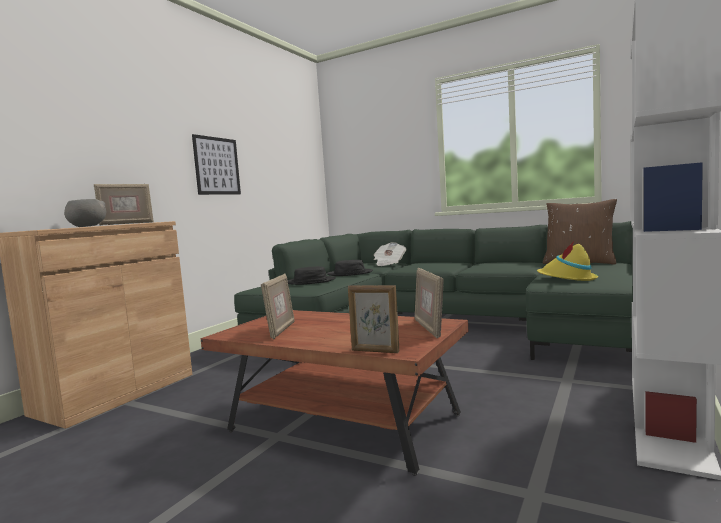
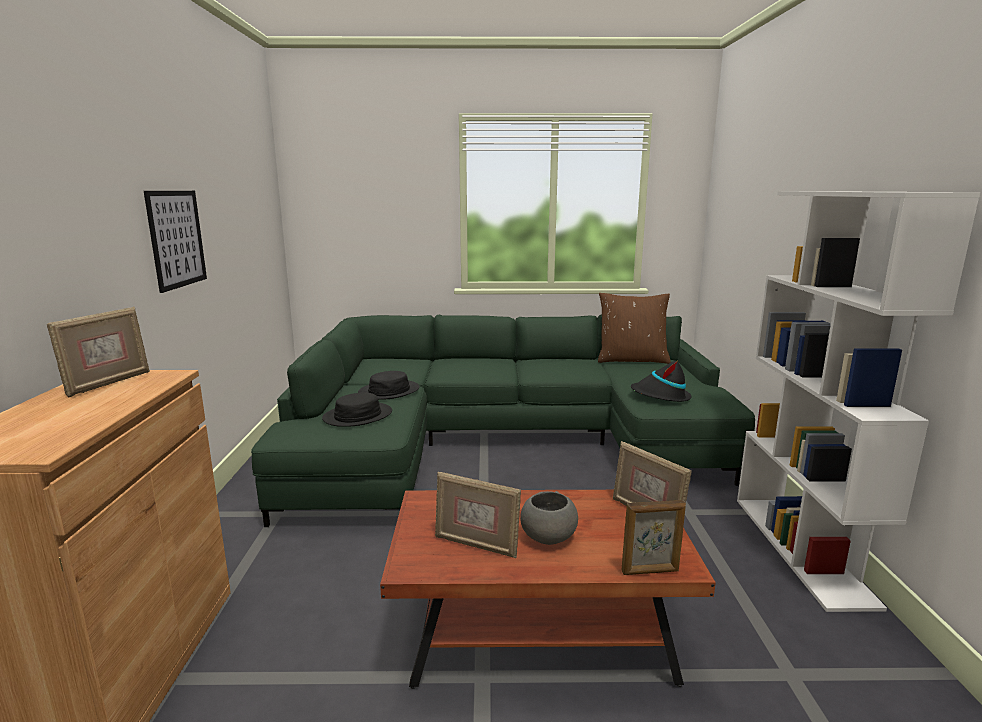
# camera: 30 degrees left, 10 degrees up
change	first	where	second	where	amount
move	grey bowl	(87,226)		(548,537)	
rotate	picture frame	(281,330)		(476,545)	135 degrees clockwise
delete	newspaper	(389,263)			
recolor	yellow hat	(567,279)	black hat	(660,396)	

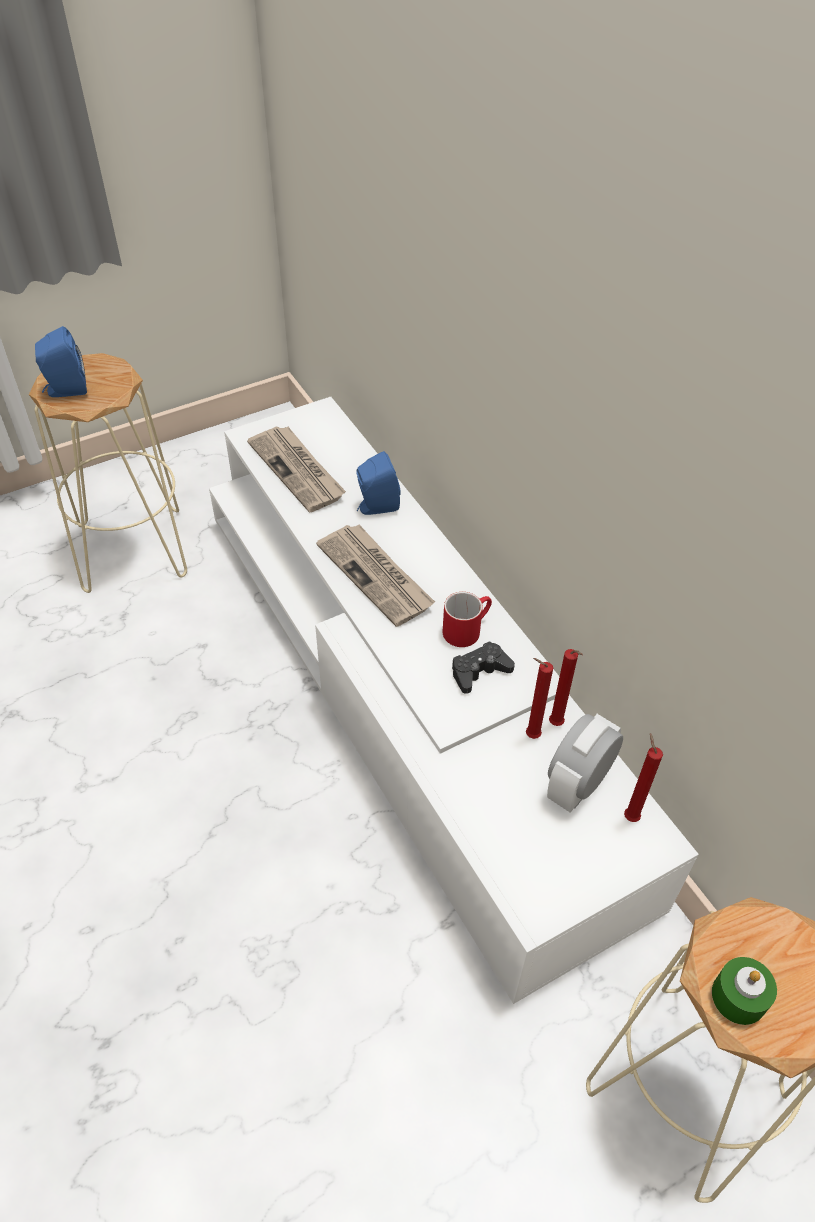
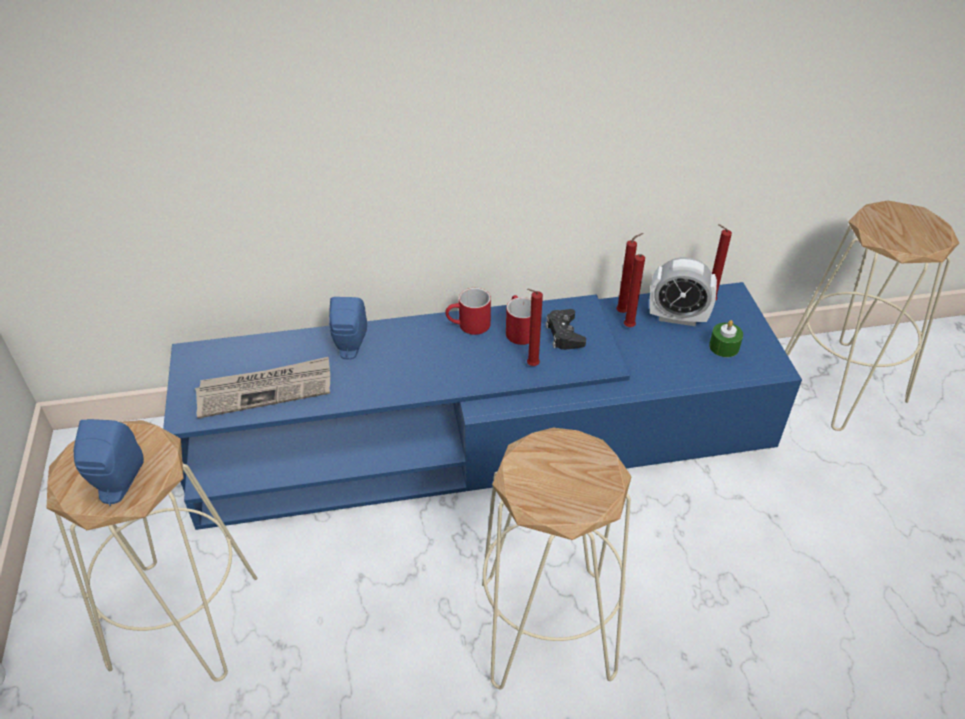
# camera: 70 degrees left, 5 degrees down
change	first	where	second	where	amount
recolor	white tv stand	(406,688)	blue tv stand	(482,435)	
delete	newspaper	(376,576)			
rotate	alarm clock	(578,785)		(677,317)	45 degrees counterclockwise
move	green candle	(739,997)		(724,347)	
insert			red mug	(468,326)	
insert			beige stool	(548,628)	
insert			red candle	(531,366)	

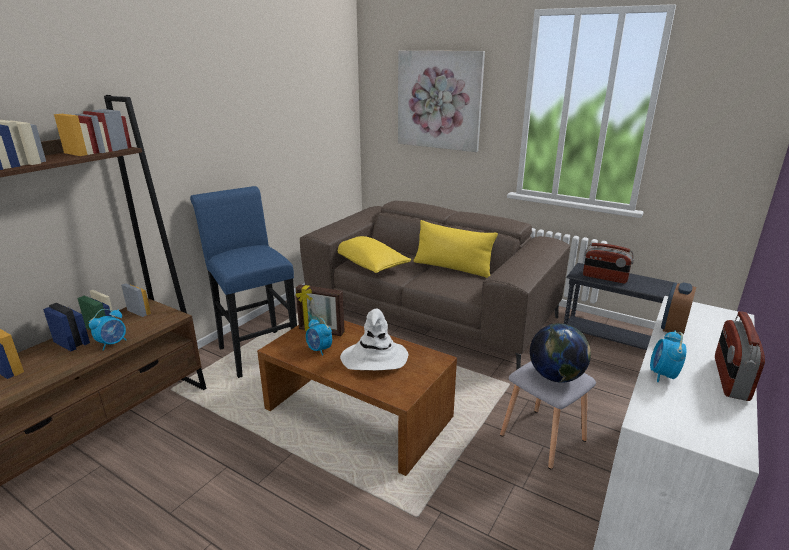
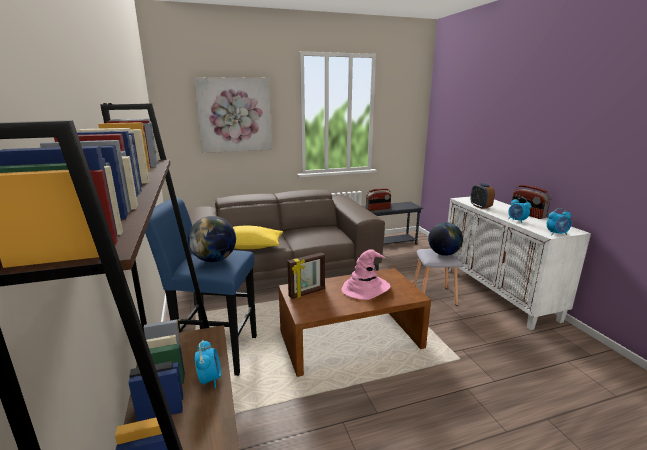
# camera: 50 degrees left, 5 degrees down
change	first	where	second	where	amount
move	alarm clock	(319,350)		(557,234)	
recolor	white hat	(374,358)	pink hat	(365,288)	
delete	yellow pillow	(452,268)			
insert			globe	(214,260)	

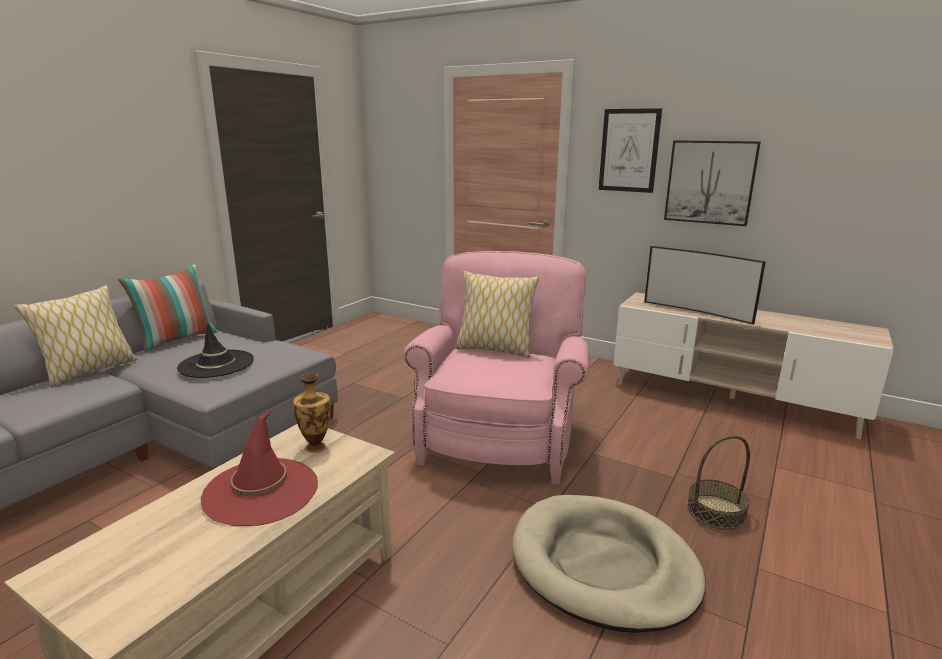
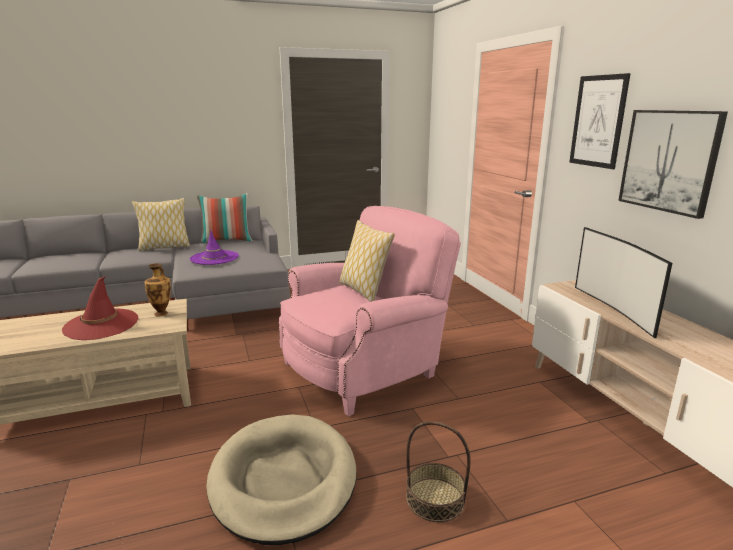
# camera: 40 degrees right, 0 degrees up
change	first	where	second	where	amount
recolor	black hat	(216,364)	purple hat	(214,258)	

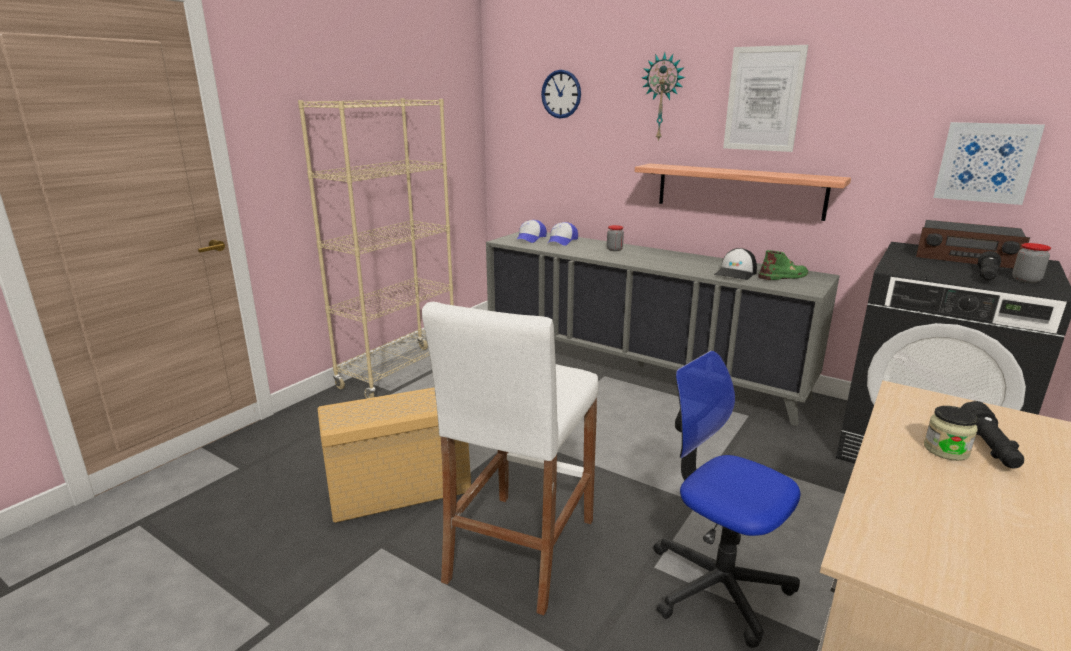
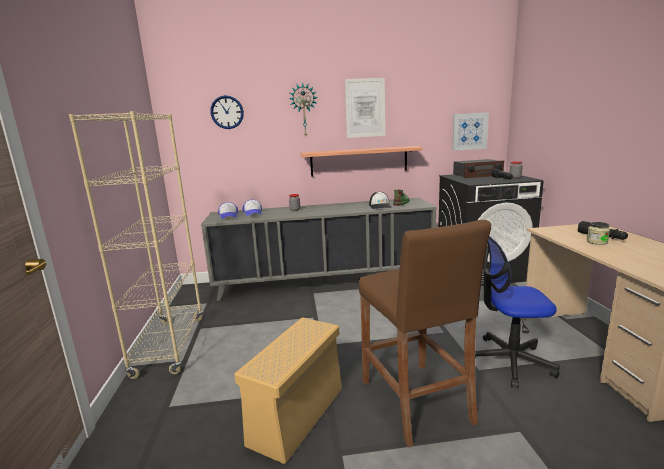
# camera: 40 degrees left, 5 degrees down
change	first	where	second	where	amount
recolor	white stool	(520,549)	brown stool	(415,401)	

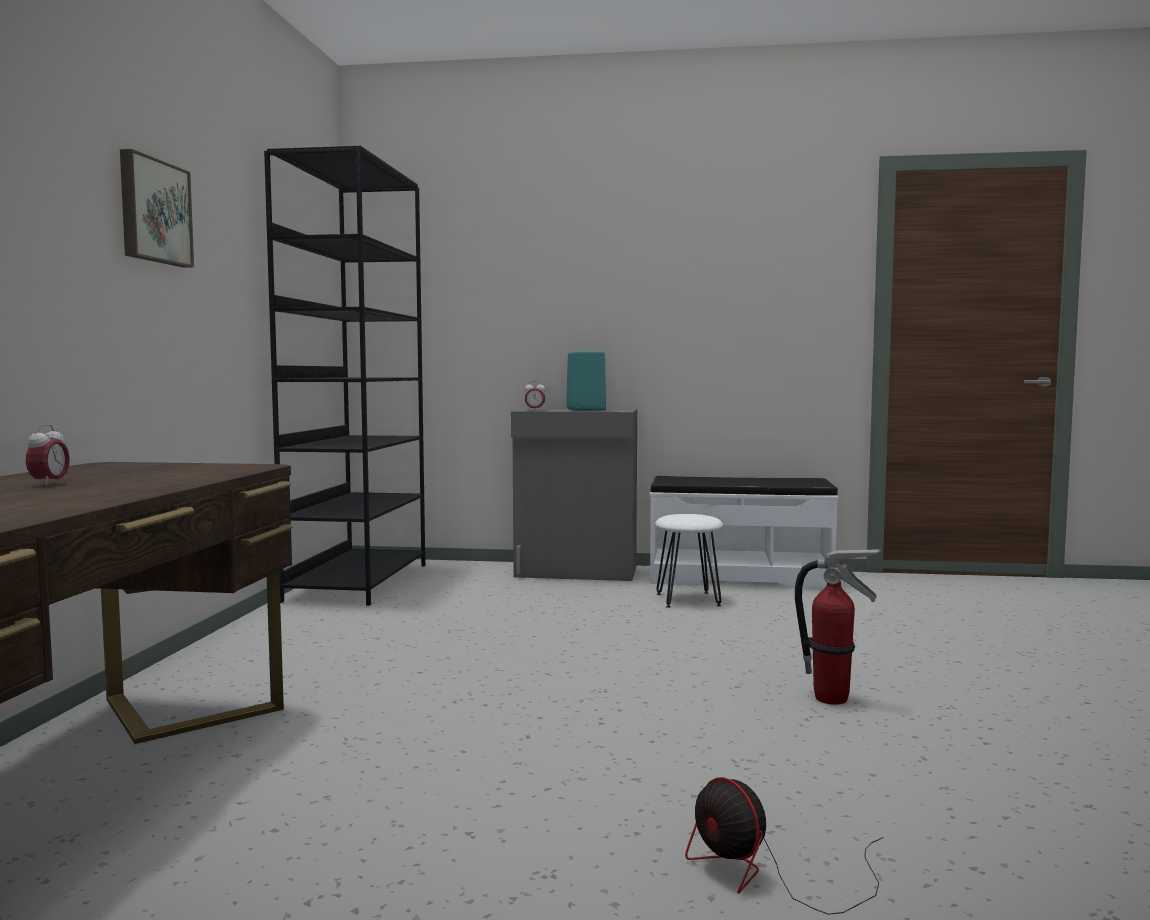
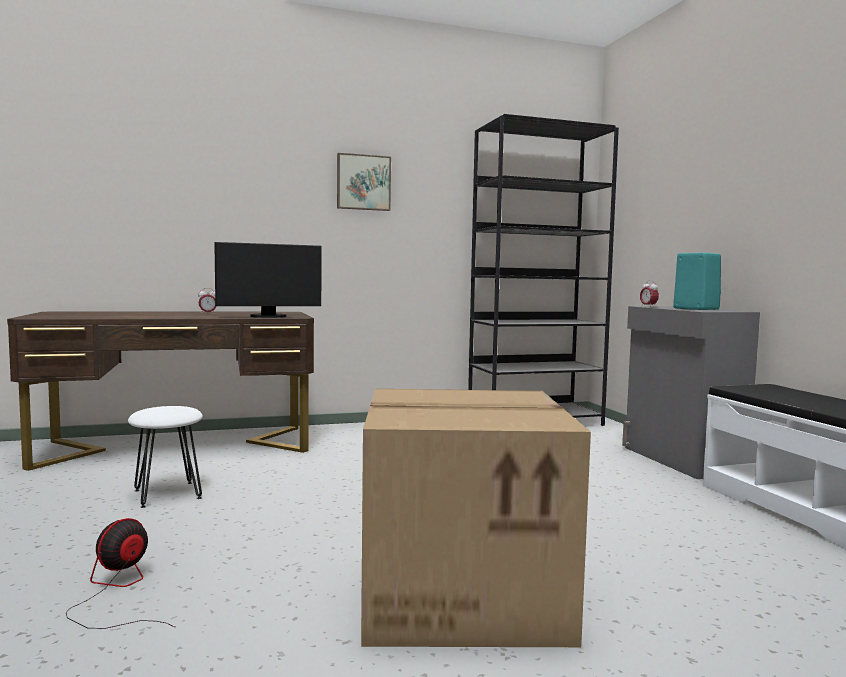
# camera: 65 degrees right, 0 degrees up
change	first	where	second	where	amount
move	white stool	(688,600)		(166,494)	
replace	fire extinguisher	(832,699)	cardboard box	(465,590)	
insert			monitor	(269,316)	

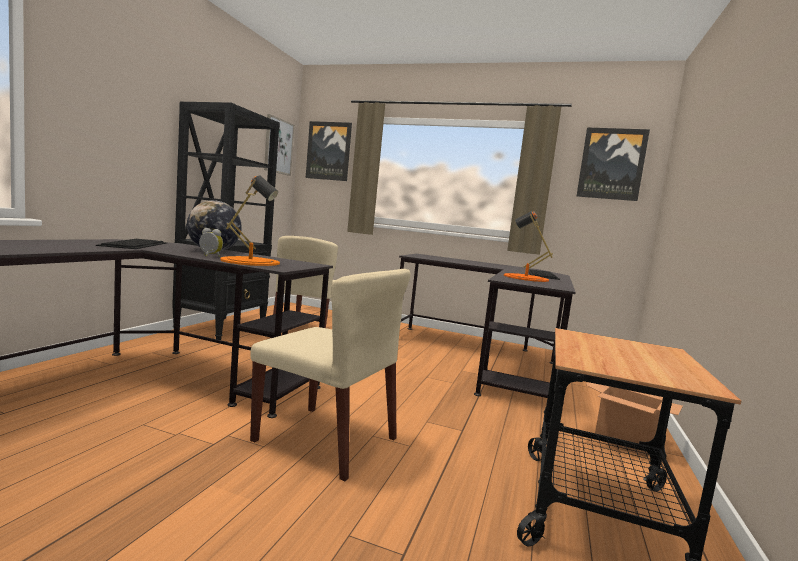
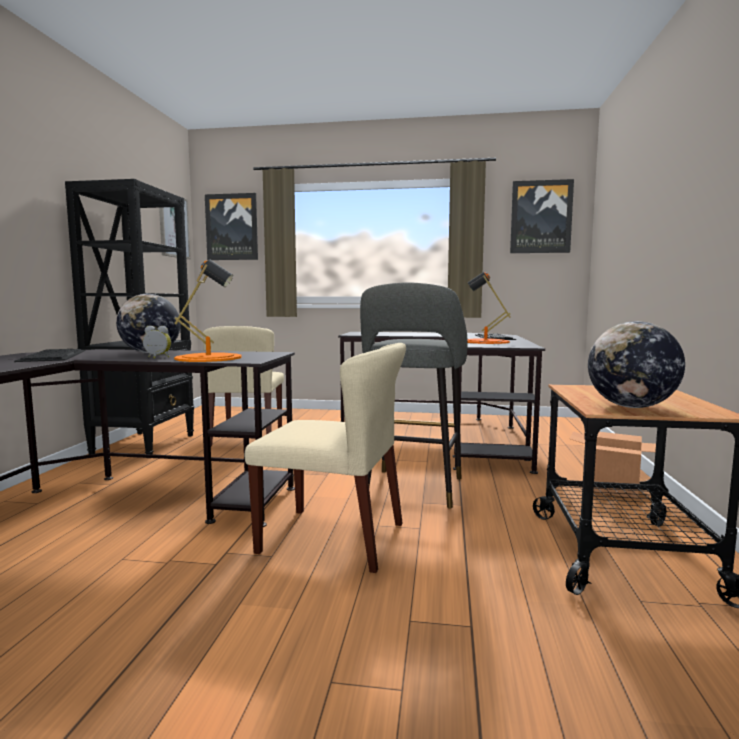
# camera: 10 degrees left, 0 degrees up
change	first	where	second	where	amount
insert			grey stool	(412,490)	
insert			globe	(631,407)	

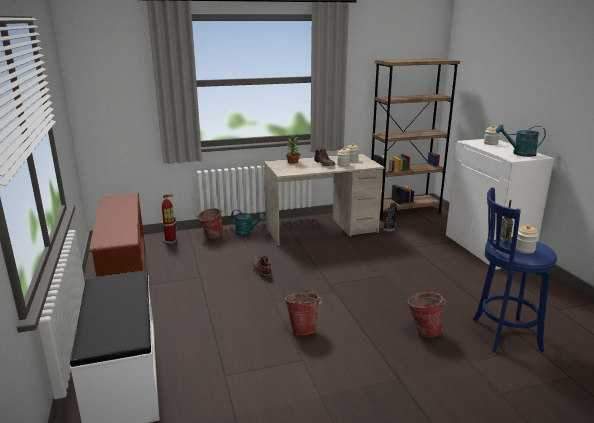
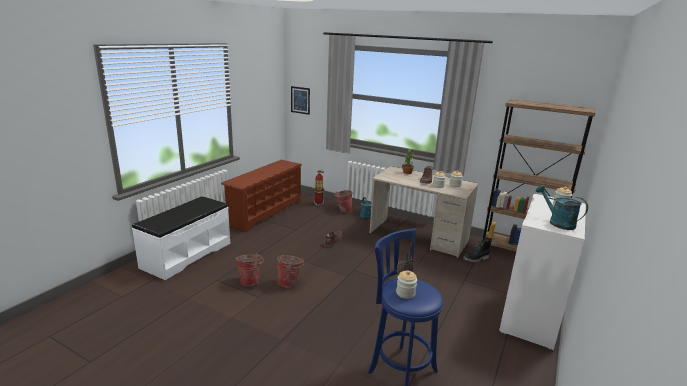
# camera: 45 degrees right, 0 degrees up
change	first	where	second	where	amount
move	bucket	(423,330)		(250,281)	
insert			picture	(300,100)	

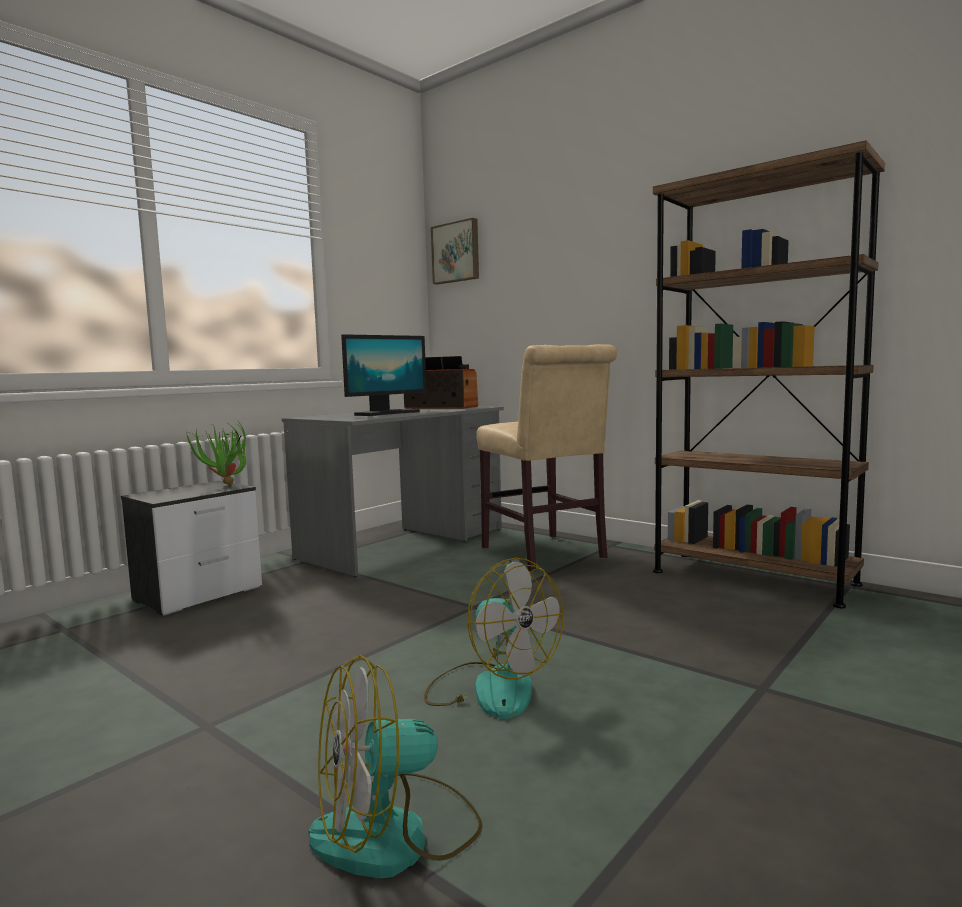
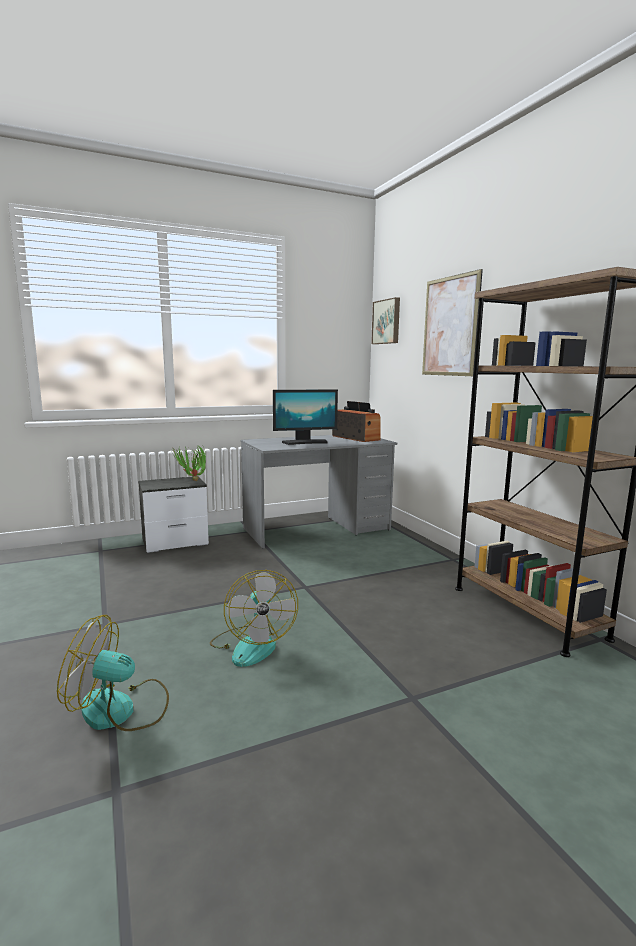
# camera: 25 degrees right, 5 degrees up
change	first	where	second	where	amount
delete	beige chair	(546,554)			
insert			picture	(450,326)	

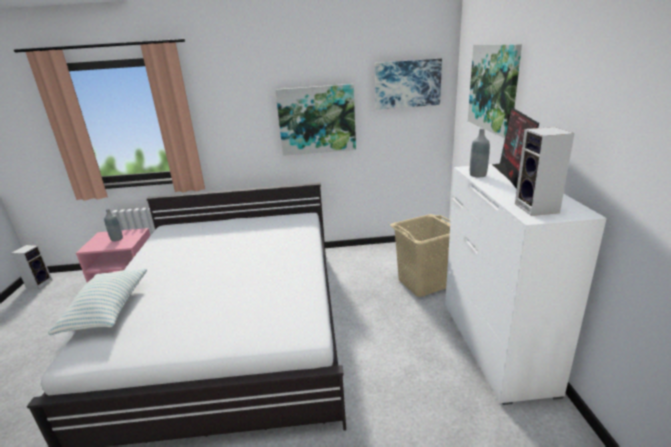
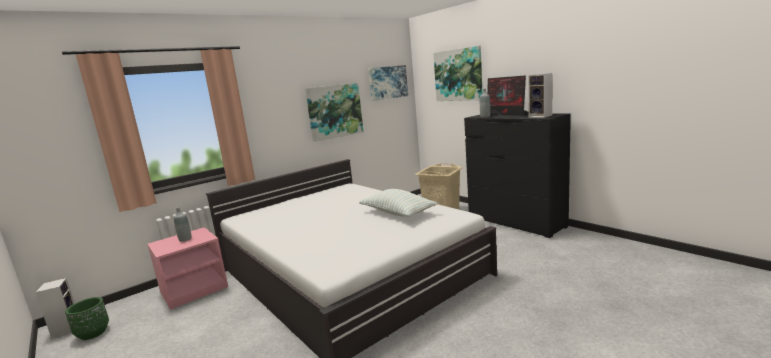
# camera: 35 degrees left, 10 degrees down
change	first	where	second	where	amount
move	pillow	(107,310)		(397,213)	
recolor	white dresser	(495,345)	black dresser	(515,222)	
insert			green planter	(93,333)	

